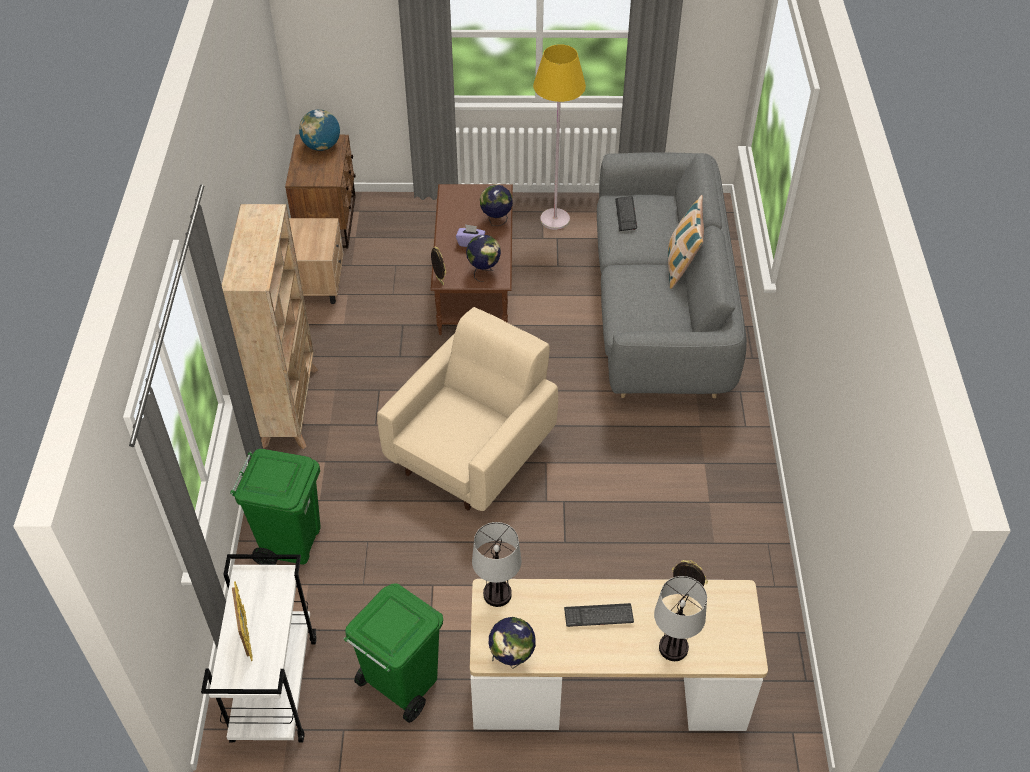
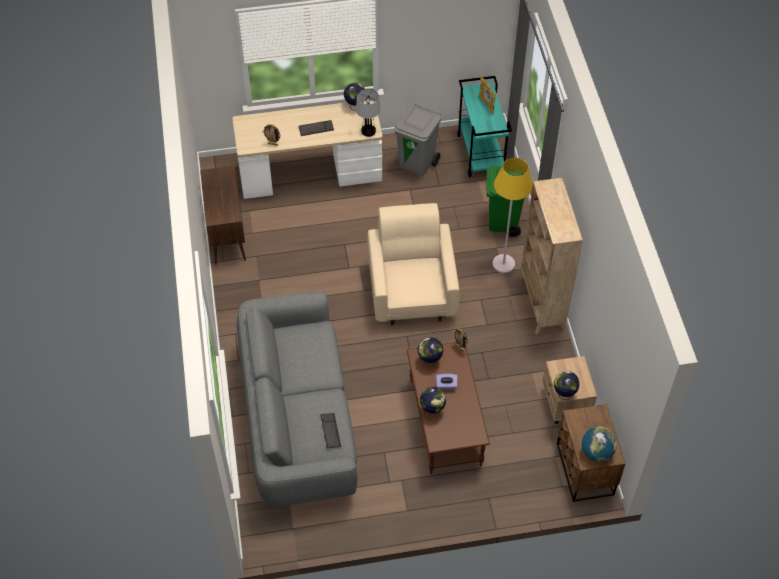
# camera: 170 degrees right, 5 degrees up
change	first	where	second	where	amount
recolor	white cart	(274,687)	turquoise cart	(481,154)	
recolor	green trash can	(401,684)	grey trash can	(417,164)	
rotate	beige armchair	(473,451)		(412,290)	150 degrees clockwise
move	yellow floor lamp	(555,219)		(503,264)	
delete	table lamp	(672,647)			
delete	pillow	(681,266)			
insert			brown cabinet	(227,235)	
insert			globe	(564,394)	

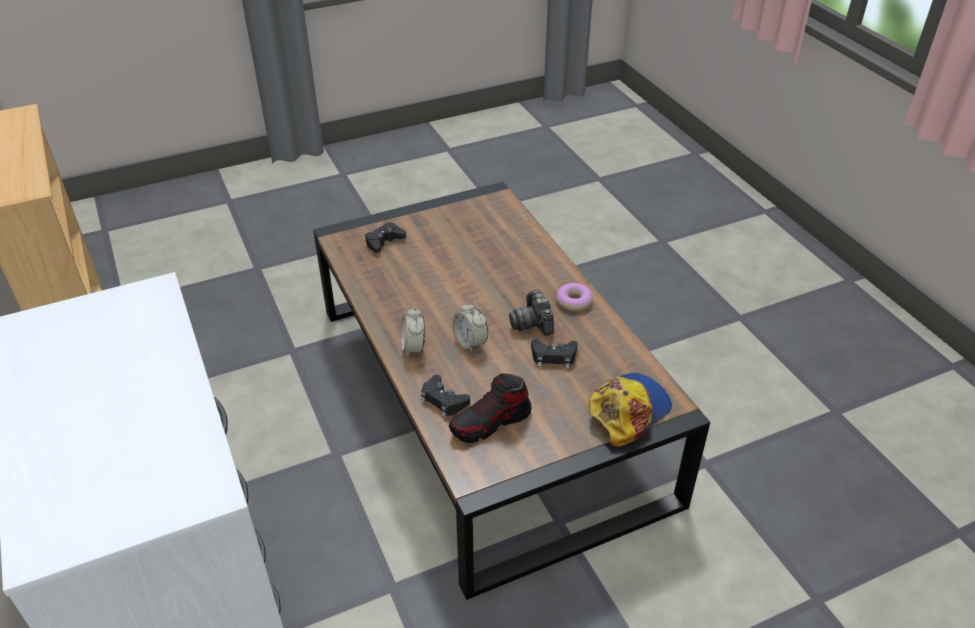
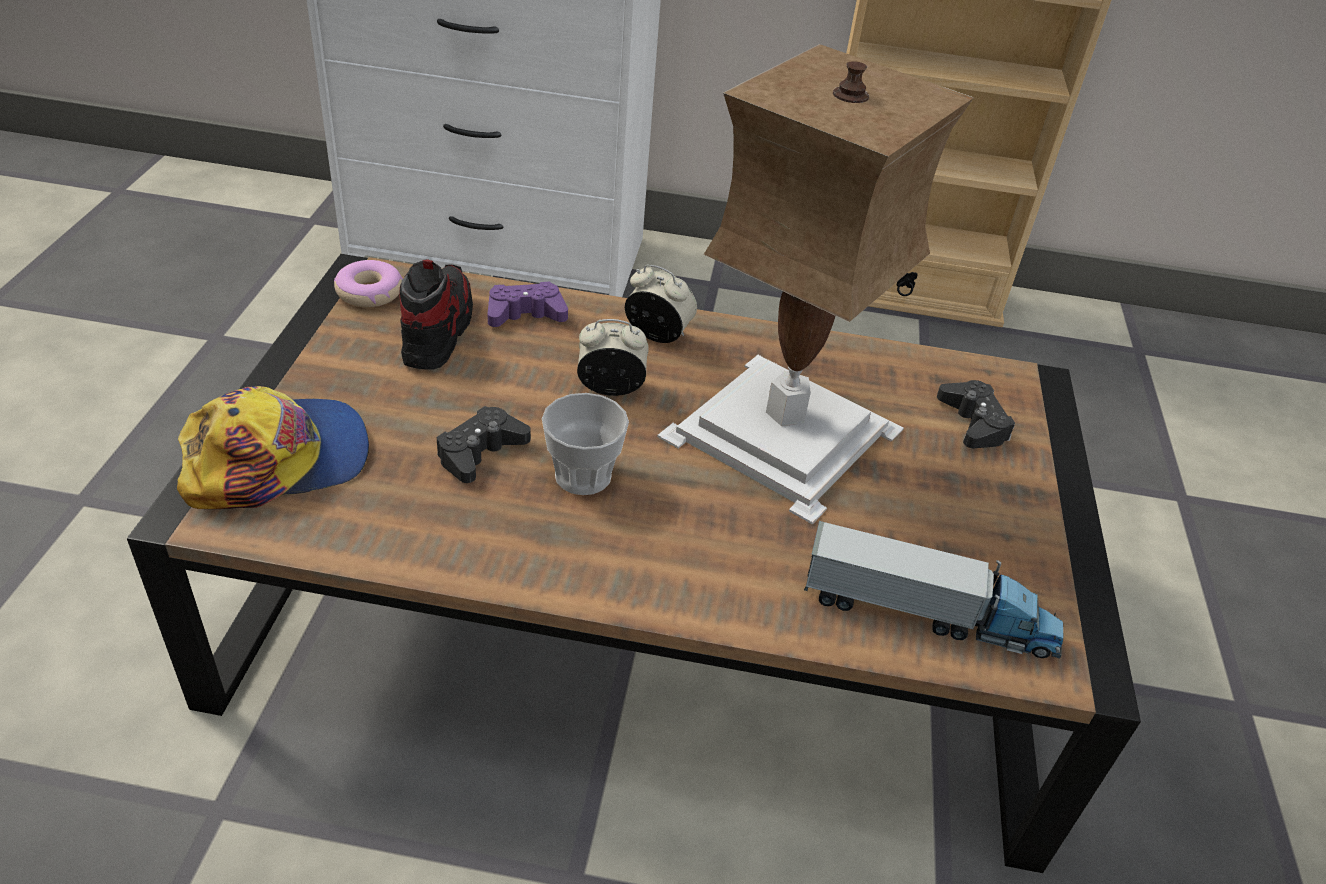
# camera: 120 degrees right, 0 degrees up
change	first	where	second	where	amount
recolor	black game controller	(443,400)	purple game controller	(525,314)	
replace	photo camera	(533,323)	cup	(583,475)	
move	donut	(574,301)		(369,293)	
rotate	cap	(627,411)		(277,459)	105 degrees counterclockwise
insert			table lamp	(788,433)	
insert			toy truck	(928,614)	

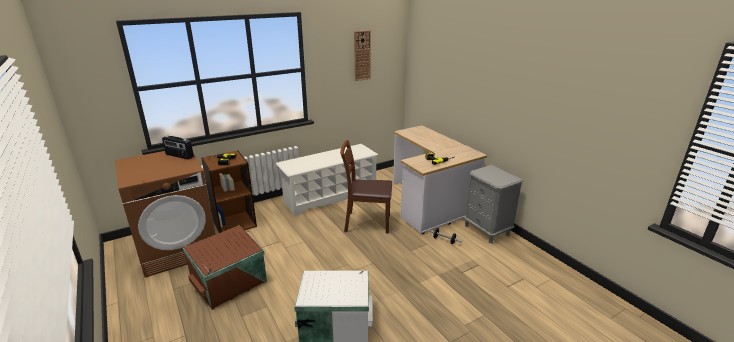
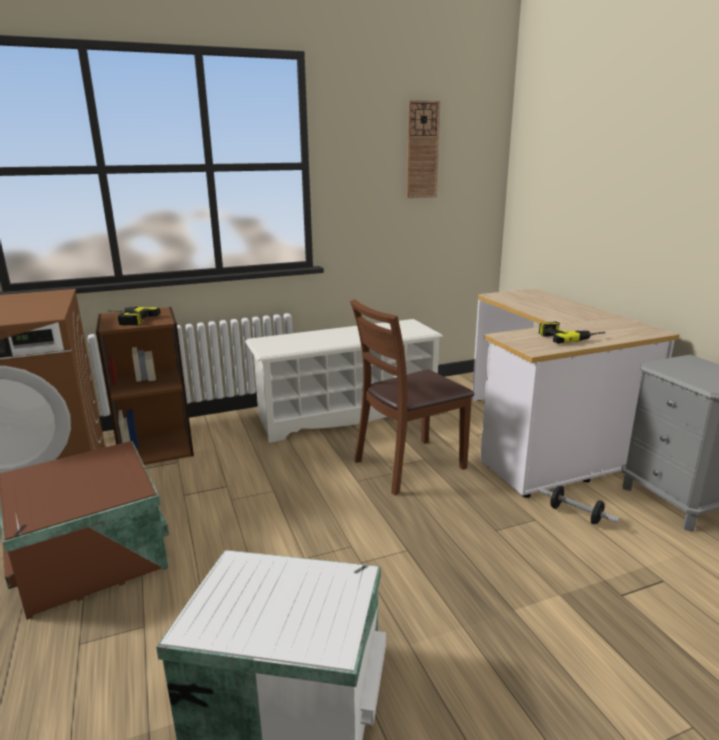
# camera: 10 degrees right, 5 degrees down
change	first	where	second	where	amount
delete	radio	(179,156)			
rotate	brown chair	(366,223)		(408,465)	45 degrees counterclockwise

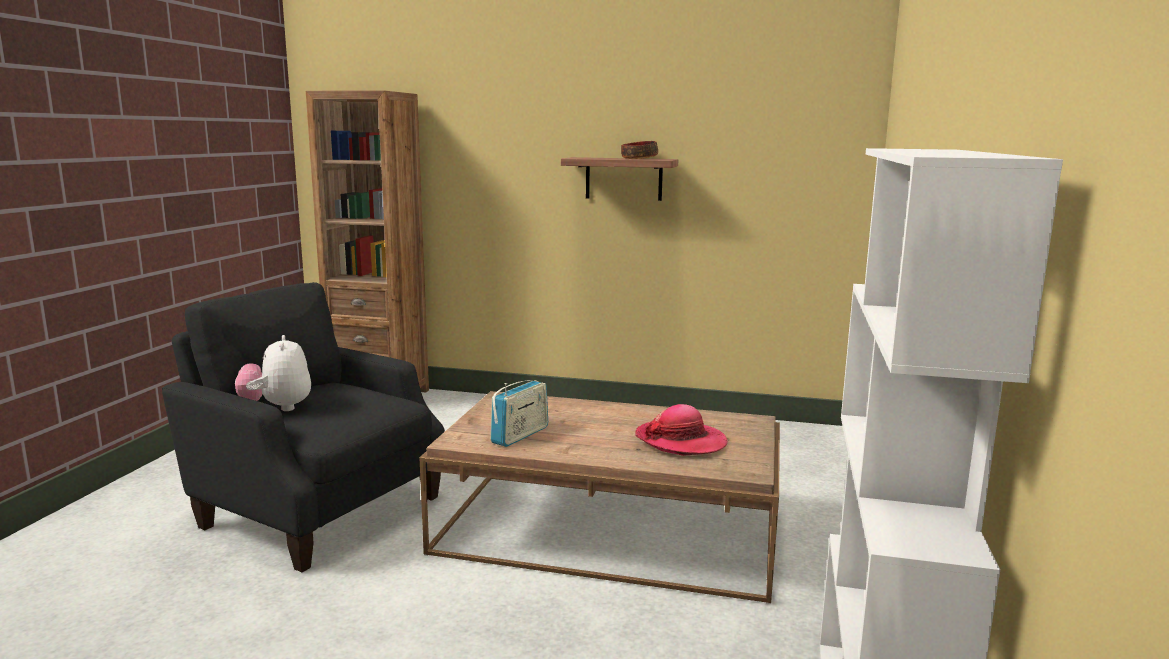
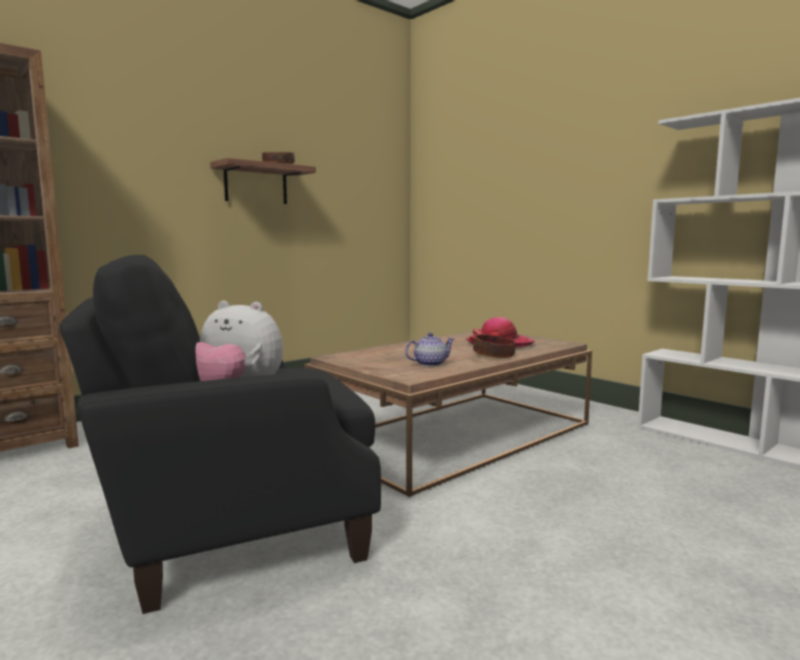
# camera: 55 degrees left, 5 degrees down
change	first	where	second	where	amount
replace	radio	(520,435)	teapot	(429,364)	
insert			bowl	(494,356)	

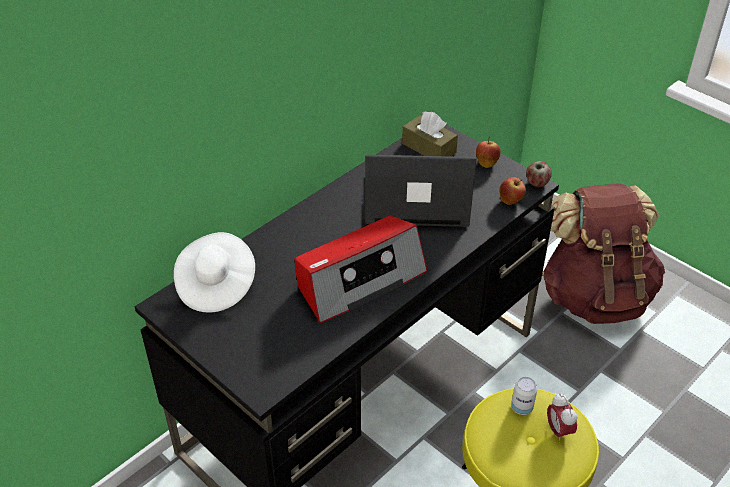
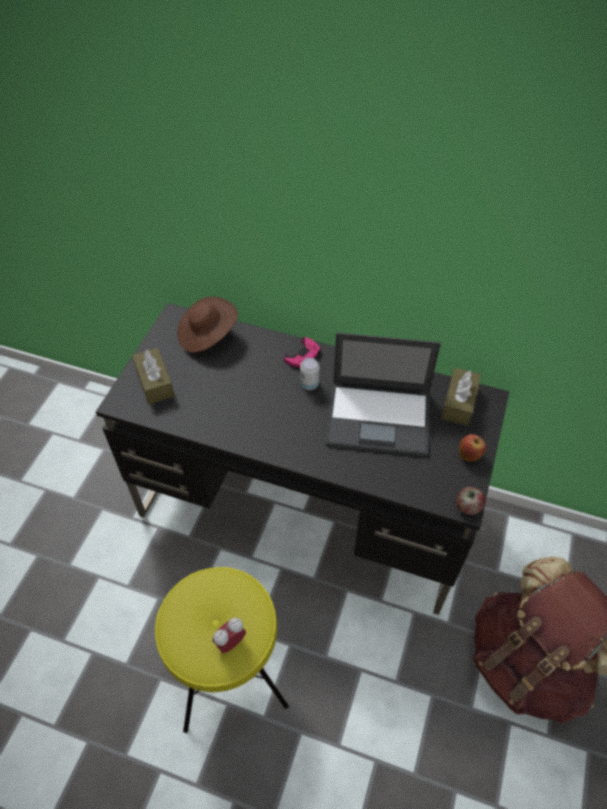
# camera: 65 degrees right, 10 degrees up
change	first	where	second	where	amount
recolor	white hat	(216,286)	brown hat	(207,335)	
delete	radio	(359,280)			
rotate	laptop	(415,199)		(380,418)	120 degrees clockwise
delete	apple	(511,201)			
move	can	(521,407)		(309,384)	
insert			brown tissue box	(155,382)	
insert			pink game controller	(303,356)	

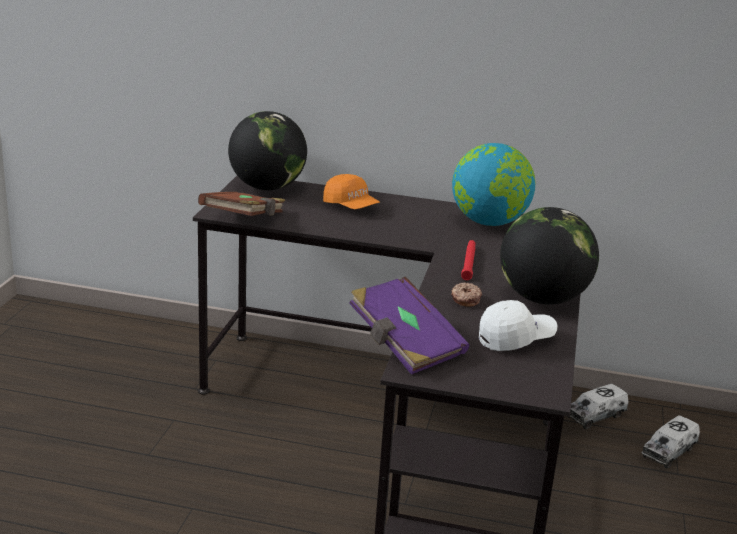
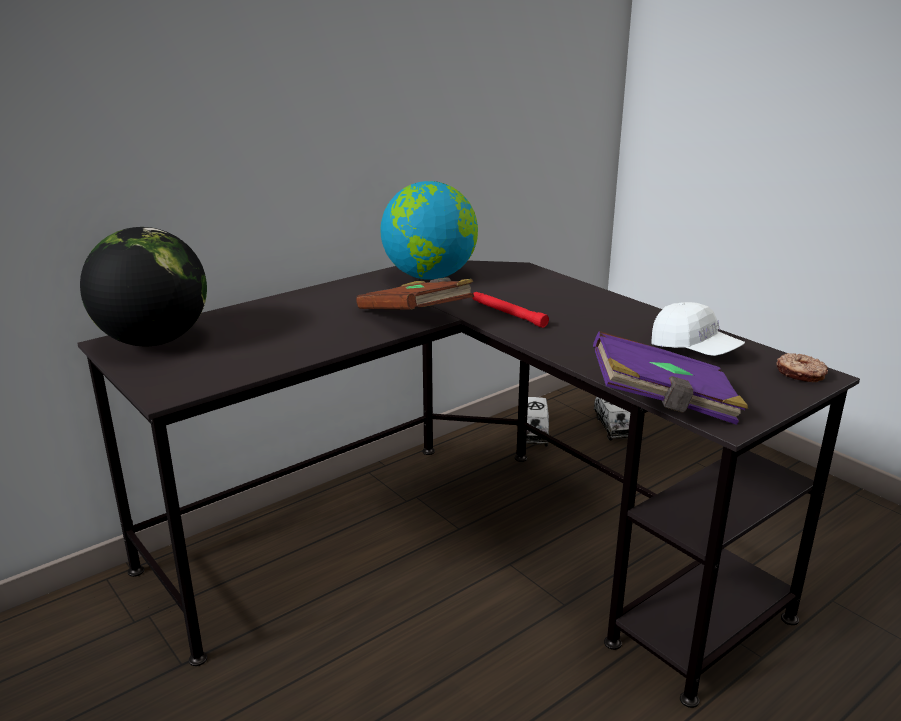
# camera: 50 degrees left, 0 degrees up
change	first	where	second	where	amount
move	brown book	(244,220)		(416,318)	
delete	orange cap	(351,206)			
move	donut	(465,299)		(800,374)	
rotate	white cap	(515,339)		(694,350)	120 degrees clockwise
delete	globe	(542,299)			

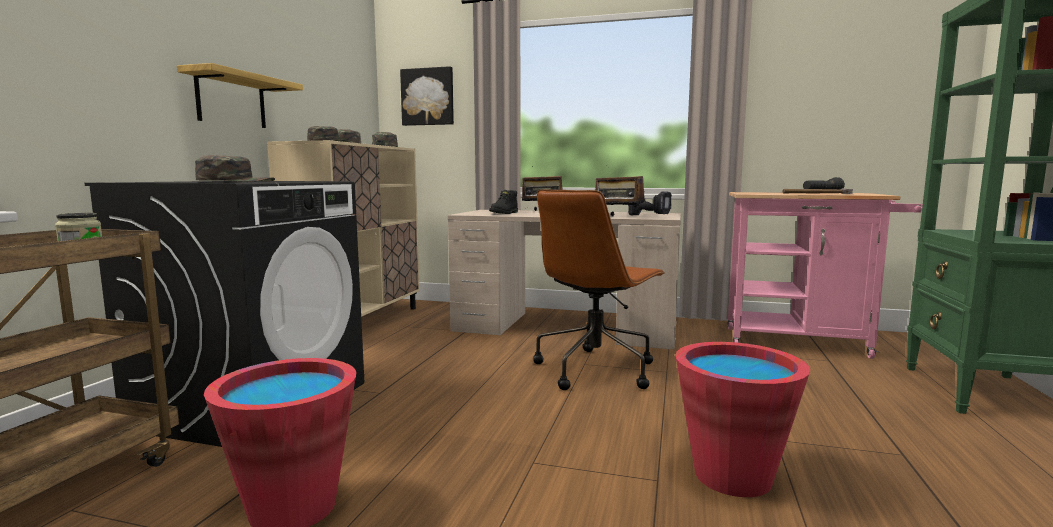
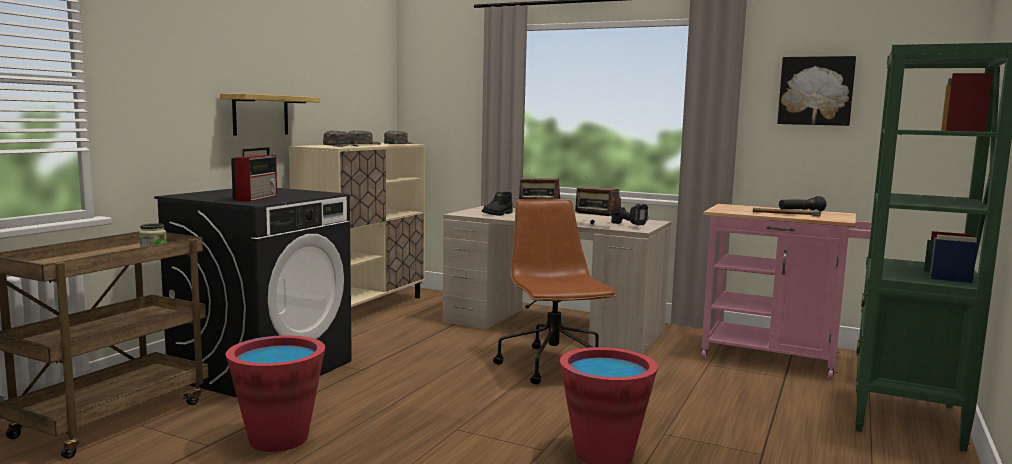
# camera: 10 degrees right, 0 degrees up
change	first	where	second	where	amount
replace	green cap	(236,181)	radio	(256,198)	
move	picture	(428,97)		(816,91)	
rotate	brown office chair	(595,369)		(553,366)	120 degrees clockwise

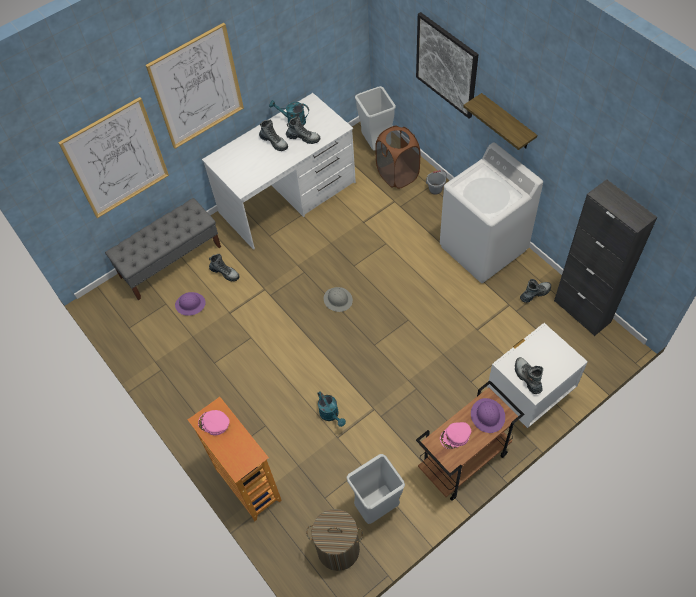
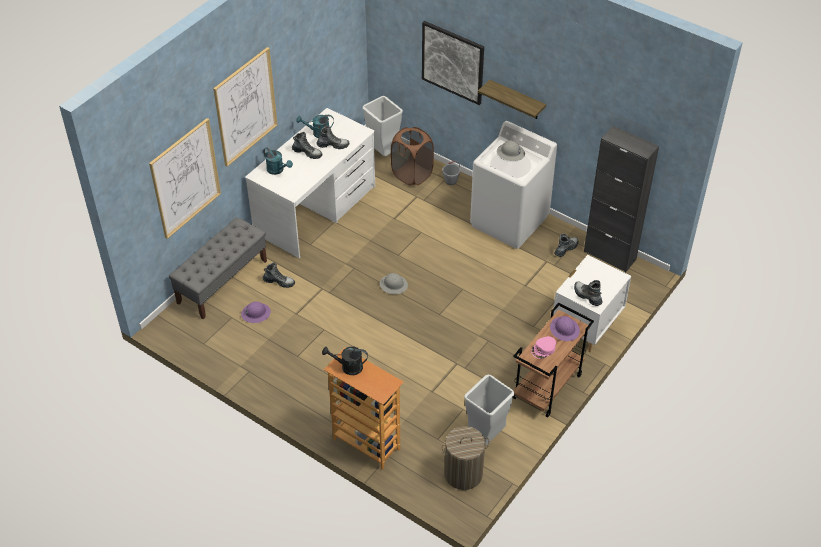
# camera: 20 degrees left, 10 degrees down
change	first	where	second	where	amount
replace	pink cap	(214,423)	black watering can	(348,367)	
move	turquoise watering can	(331,415)		(277,170)	
insert			grey hard hat	(510,153)	

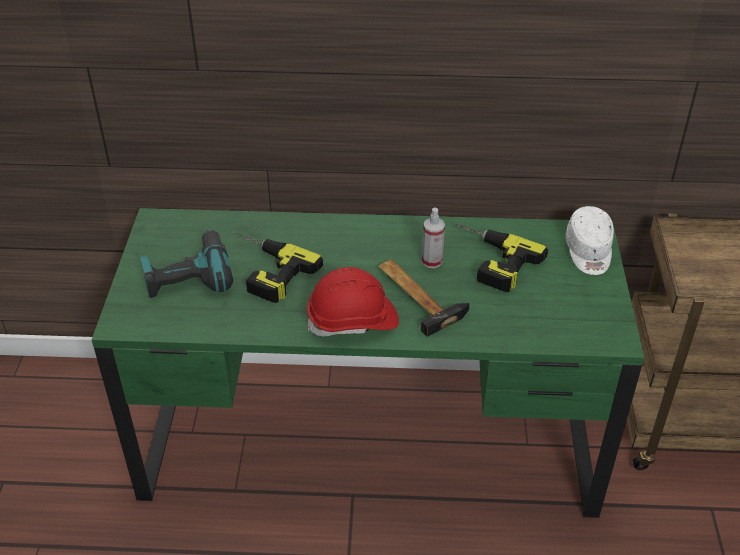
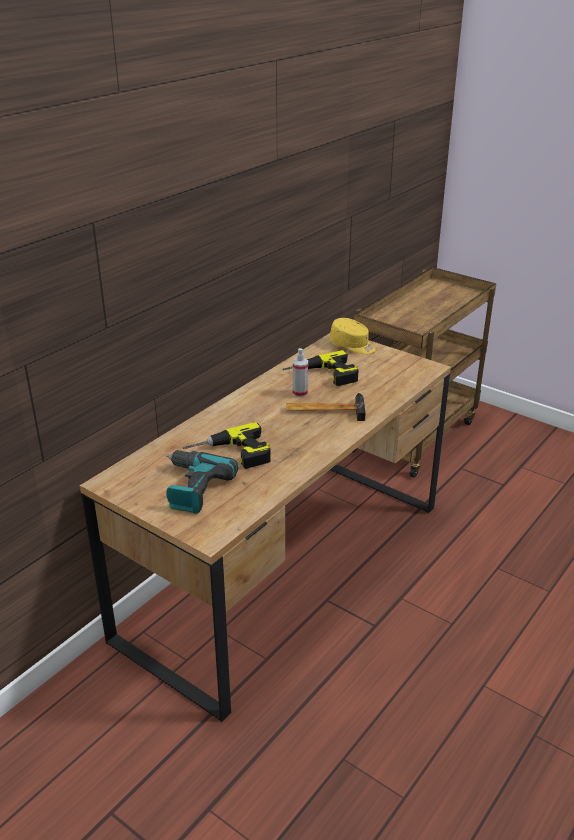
# camera: 55 degrees left, 10 degrees down
change	first	where	second	where	amount
recolor	green desk	(370,437)	brown desk	(287,569)	
delete	red hard hat	(353,321)			
recolor	white cap	(588,251)	yellow cap	(352,345)	

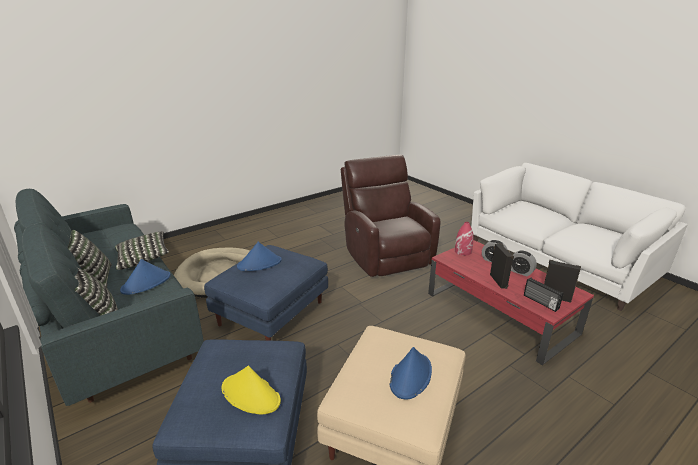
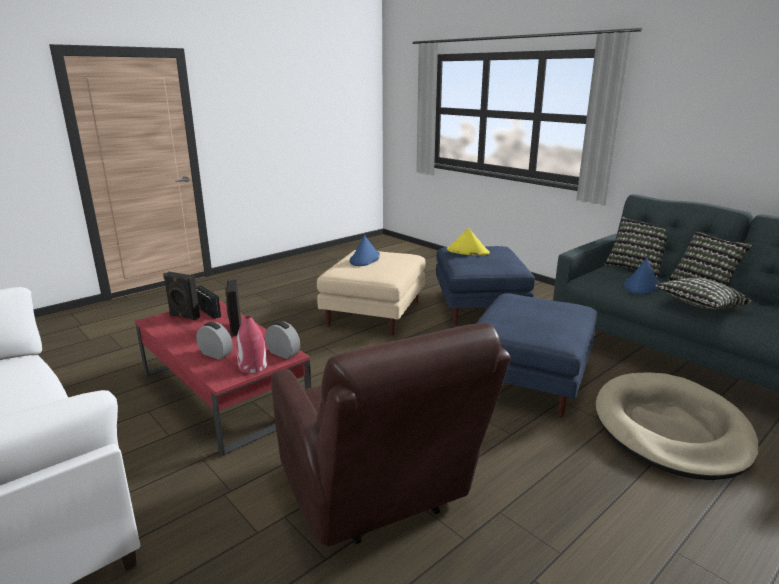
# camera: 175 degrees right, 5 degrees down
change	first	where	second	where	amount
delete	blue hat	(259,264)			
move	alarm clock	(520,272)		(283,353)	

